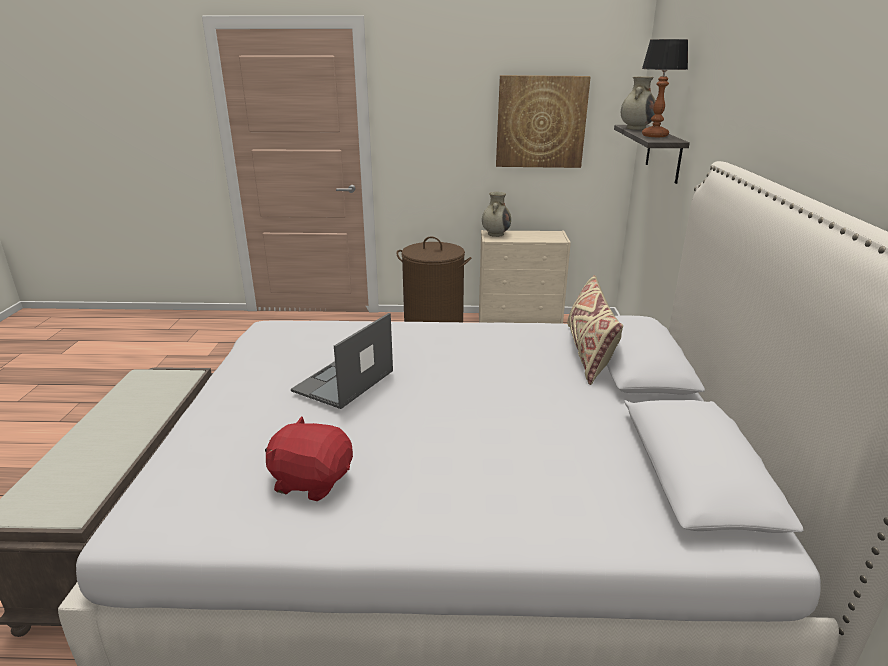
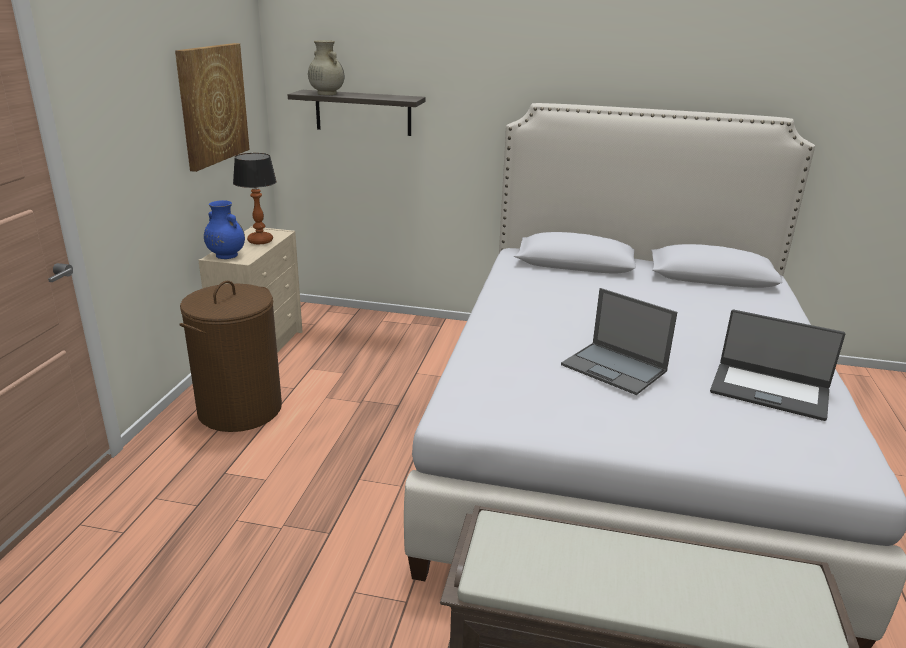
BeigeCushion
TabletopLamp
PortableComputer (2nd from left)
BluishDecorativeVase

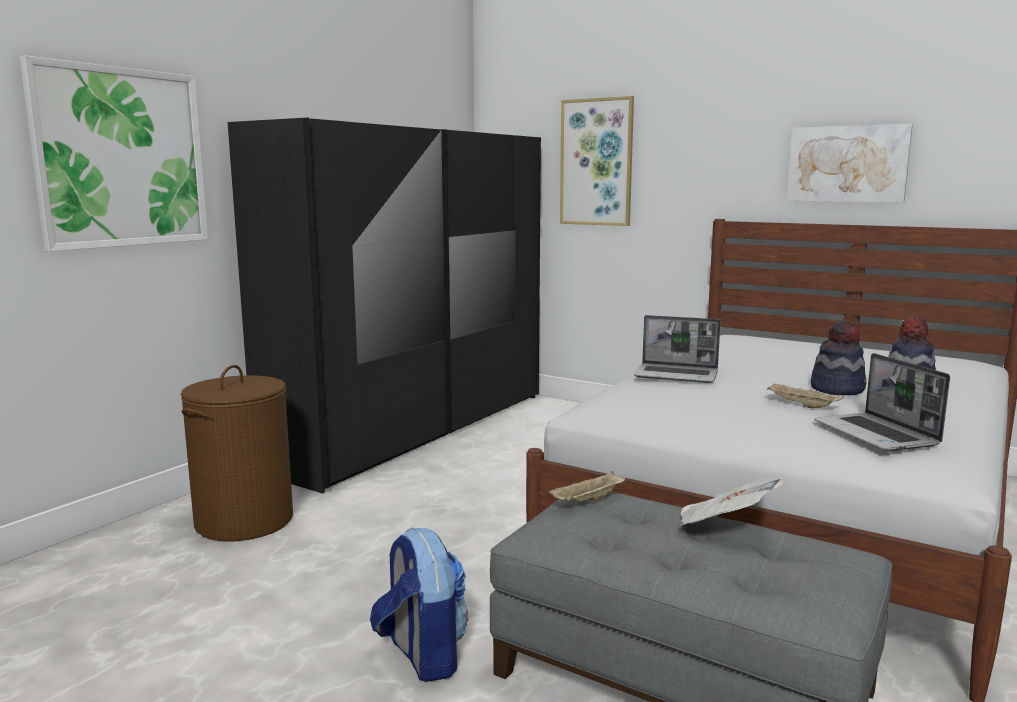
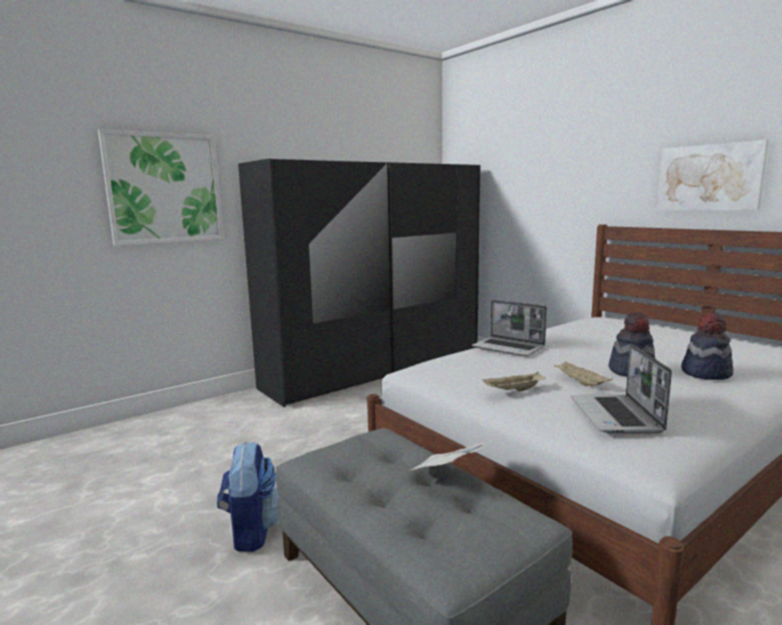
BrownColouredWashingBasket
Picture (2nd from left in the first image)
BeigeTray (1st from left)

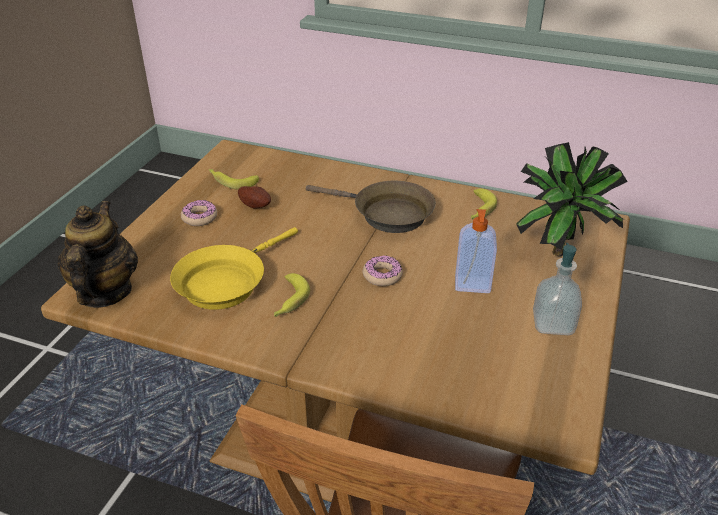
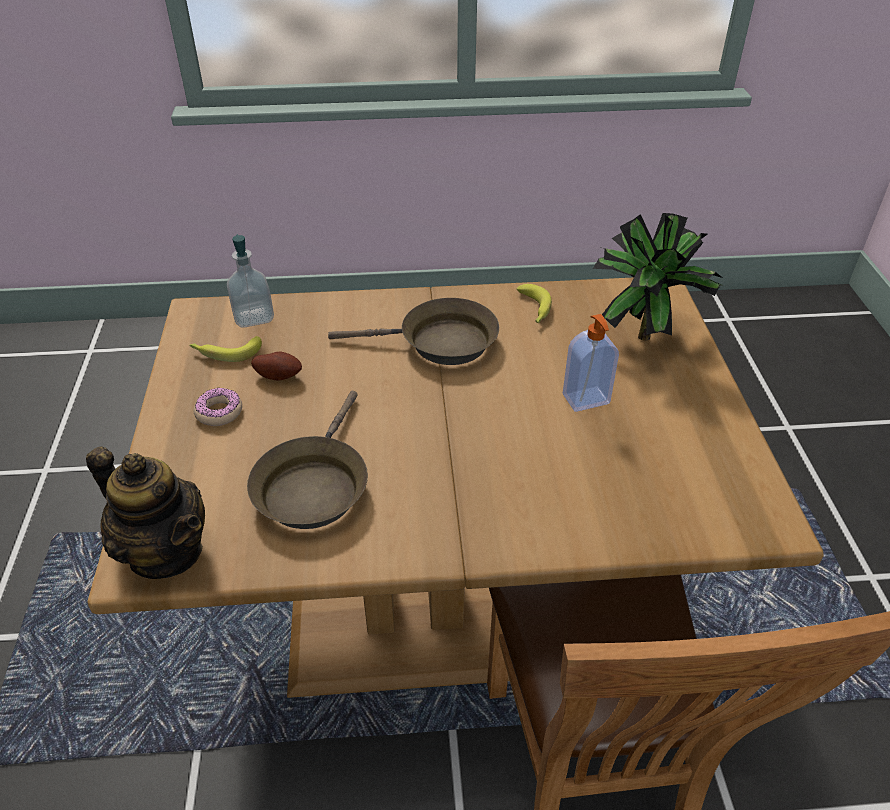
BananaFruit (2nd from left in the first image)
RingDoughnut (2nd from left in the first image)
LiquidSoapBottle (1st from left)
BrownColouredPan (1st from left)
TeaPot

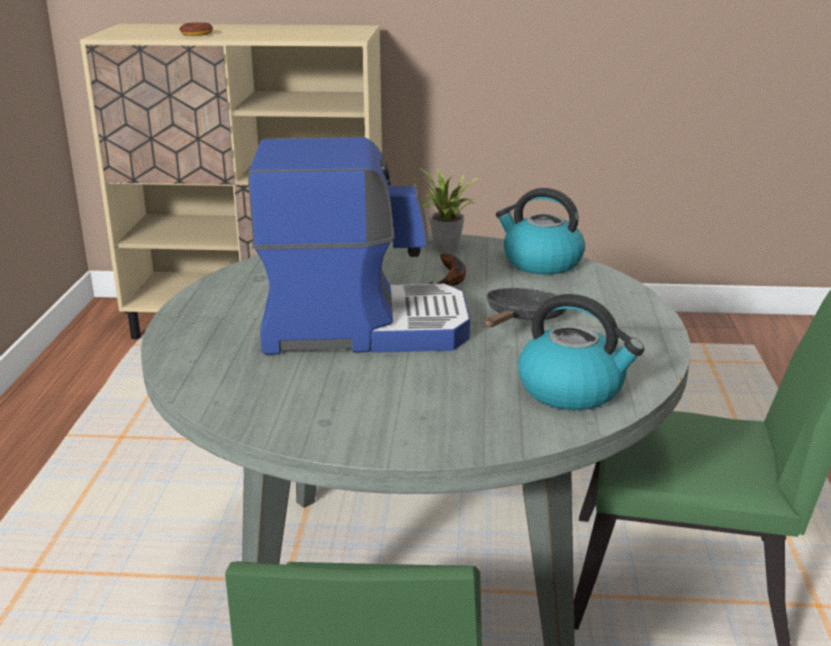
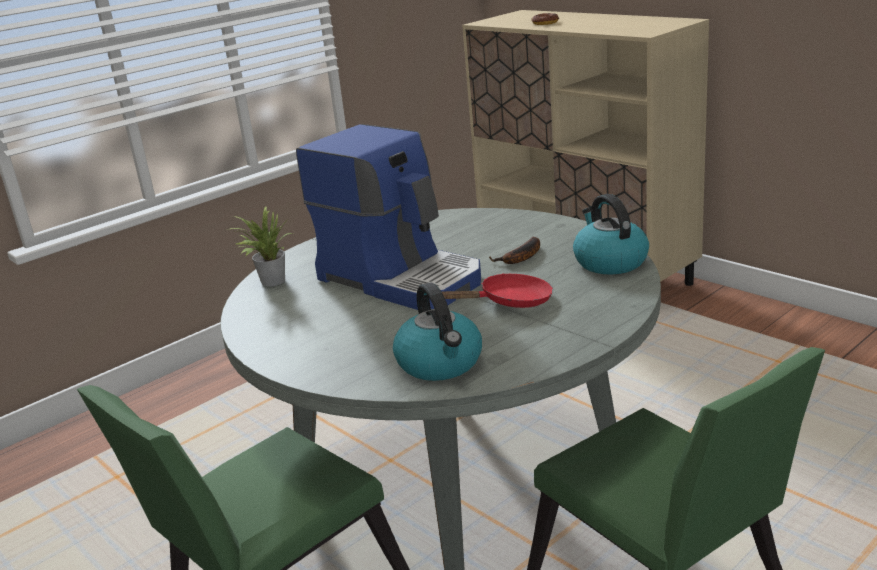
PottedPlant
RedColouredPan

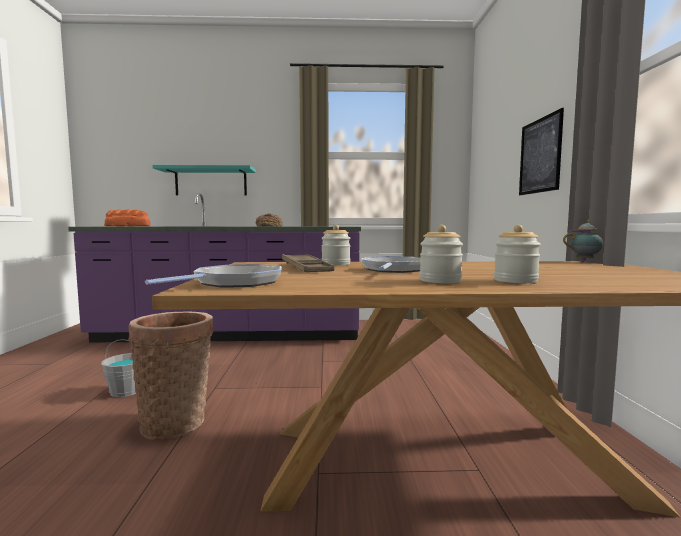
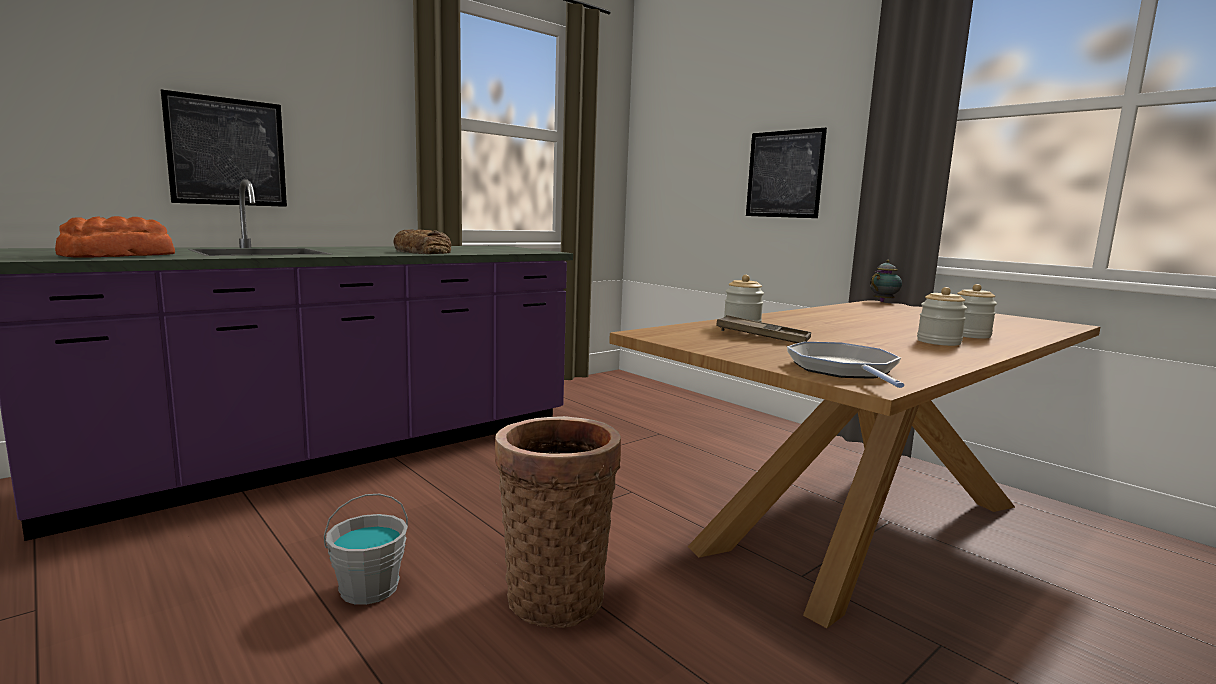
Pan (2nd from left in the first image)
Picture (1st from left)

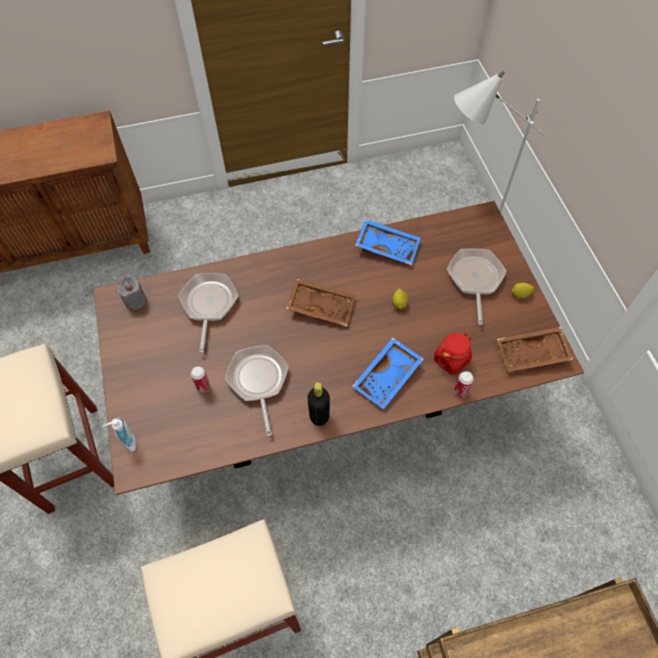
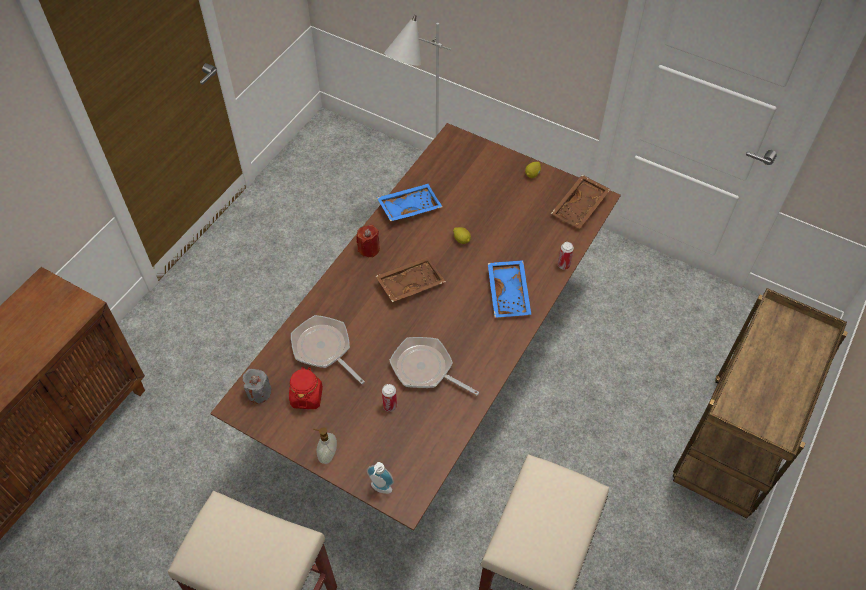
BlackBottle
Pan (3rd from left in the first image)
LiquidSoapBottle (1st from left)
RedColouredWaxCandle
RedColouredPreserveJar

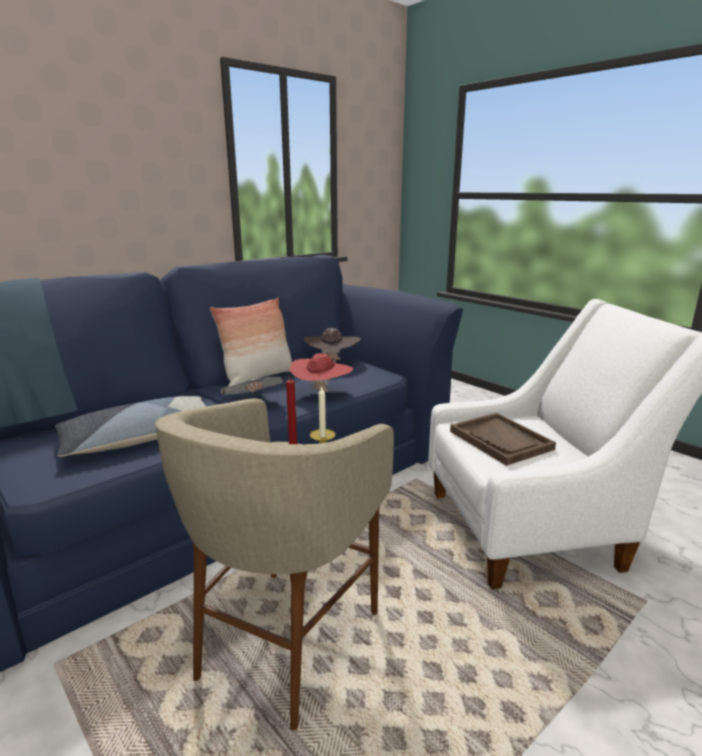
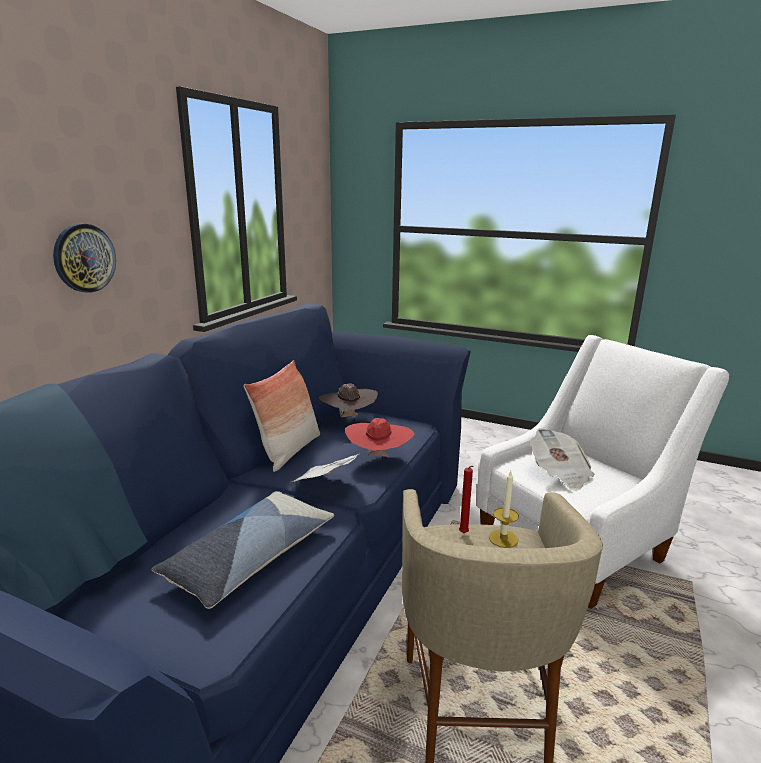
ClockOnTheWall
DailyPaper (2nd from left)

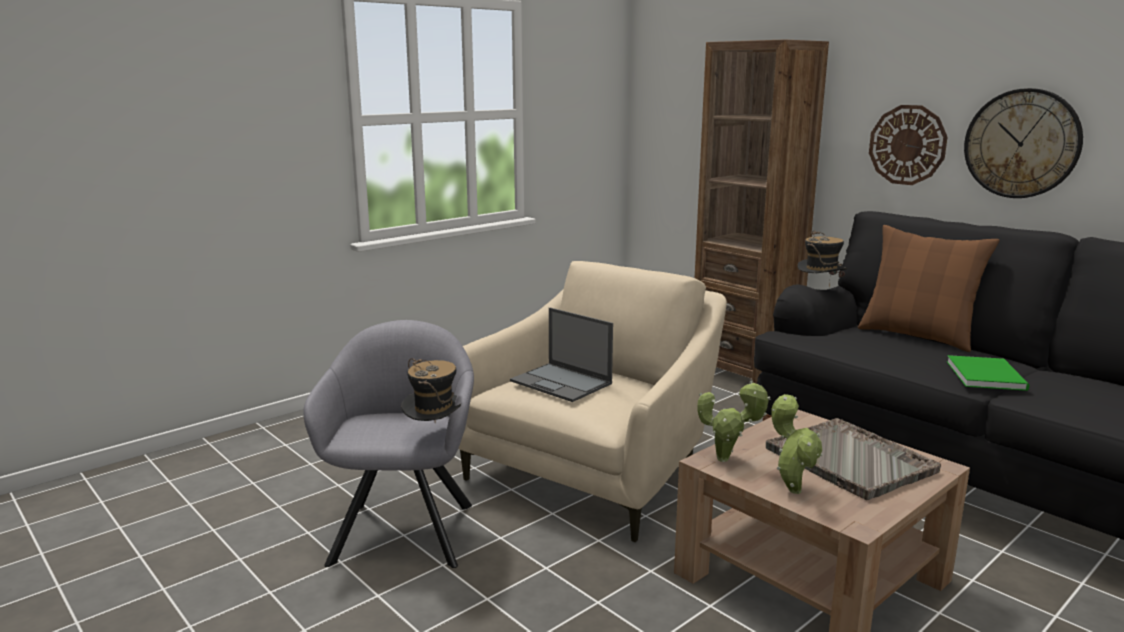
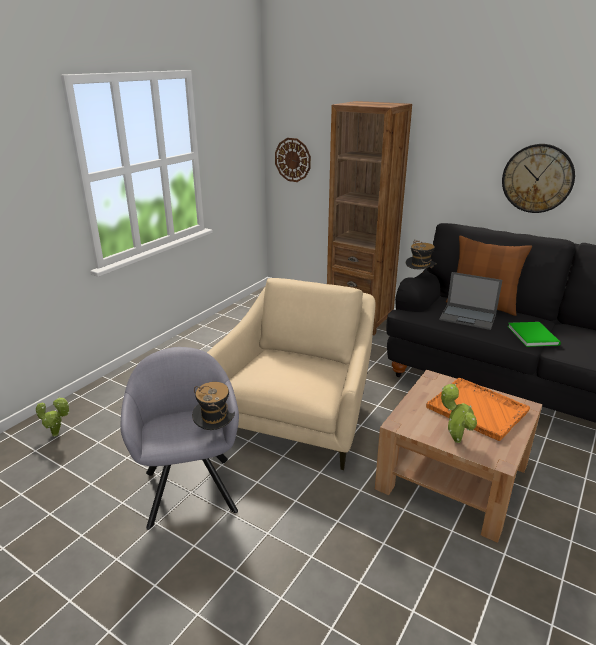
PortableComputer
PottedPlant (1st from left)
ClockOnTheWall (1st from left)
OrangeTray

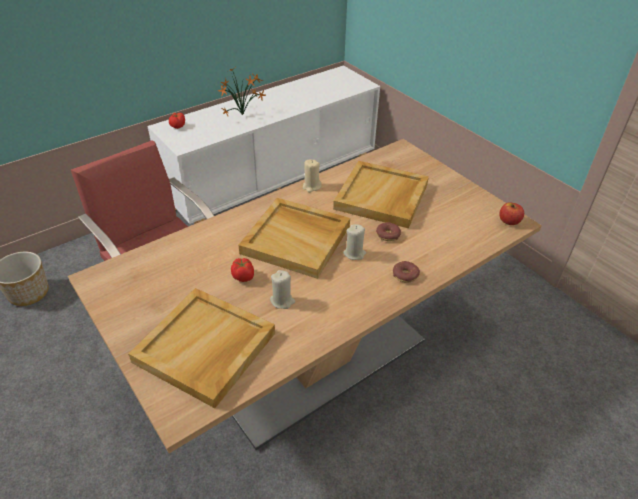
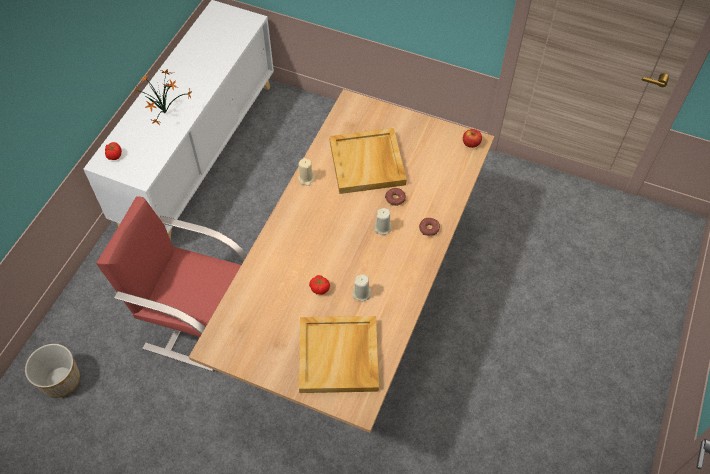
BeigeTray (2nd from left in the first image)

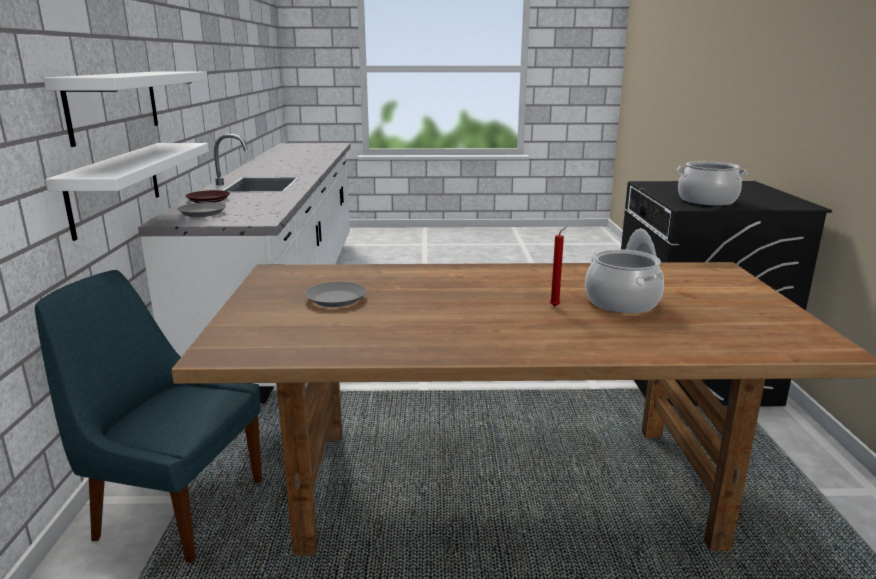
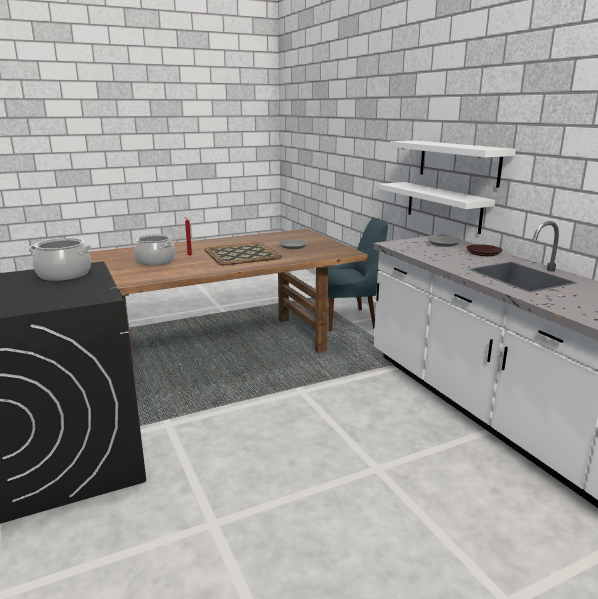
Tray

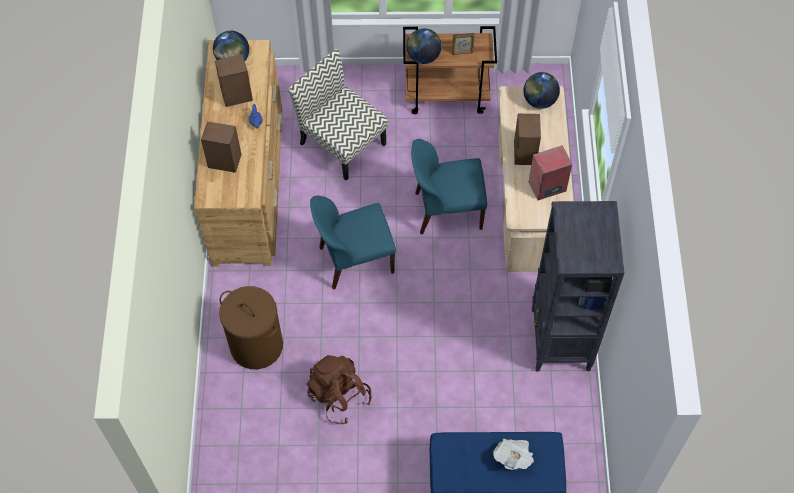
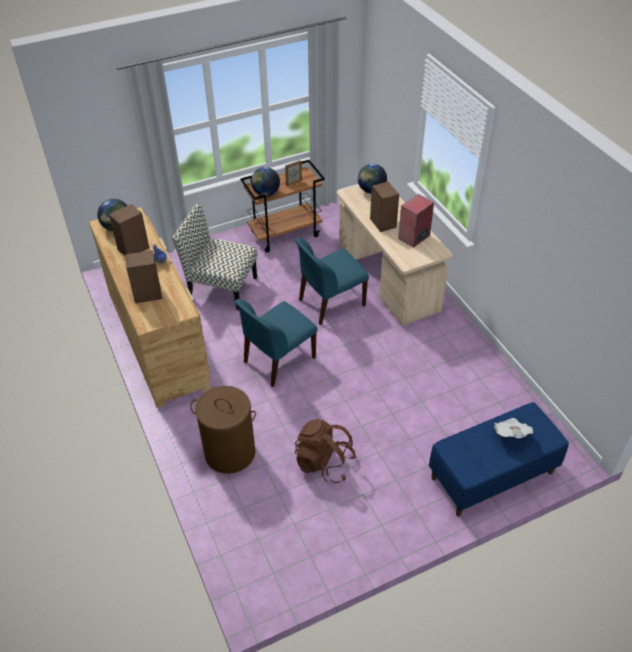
BlackBookcase

